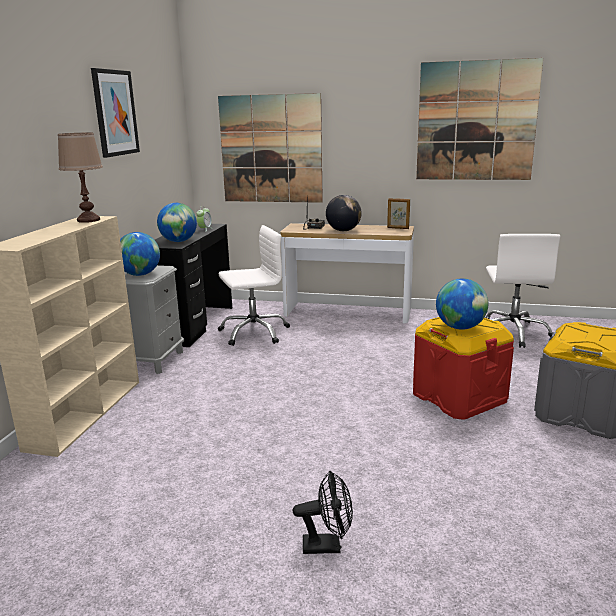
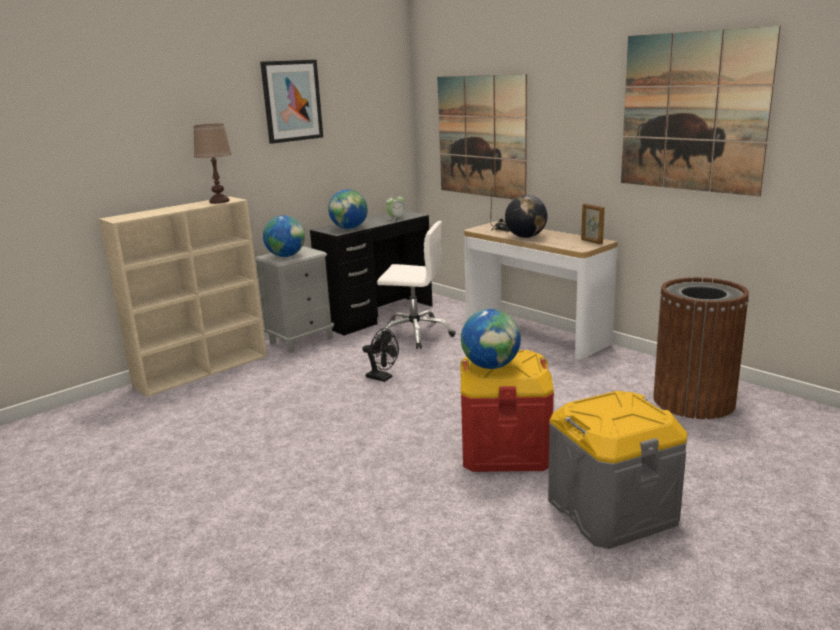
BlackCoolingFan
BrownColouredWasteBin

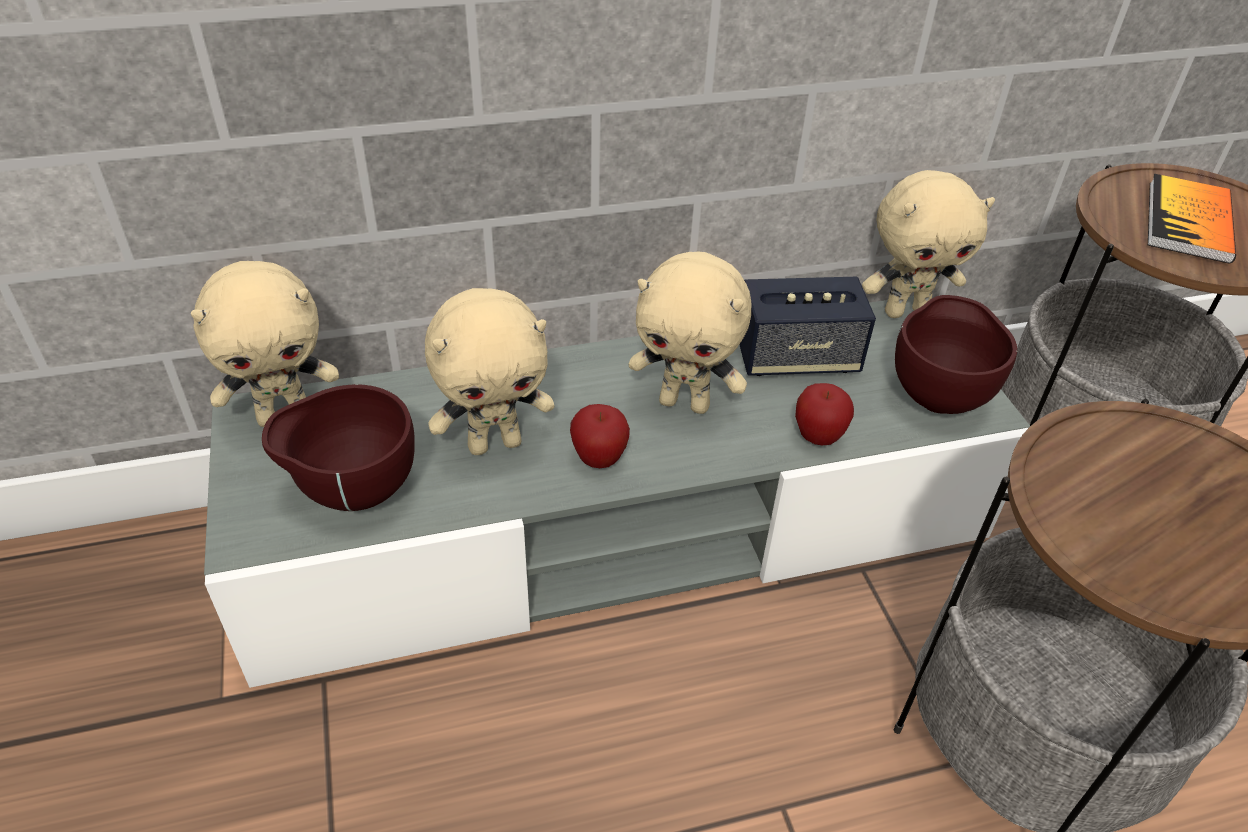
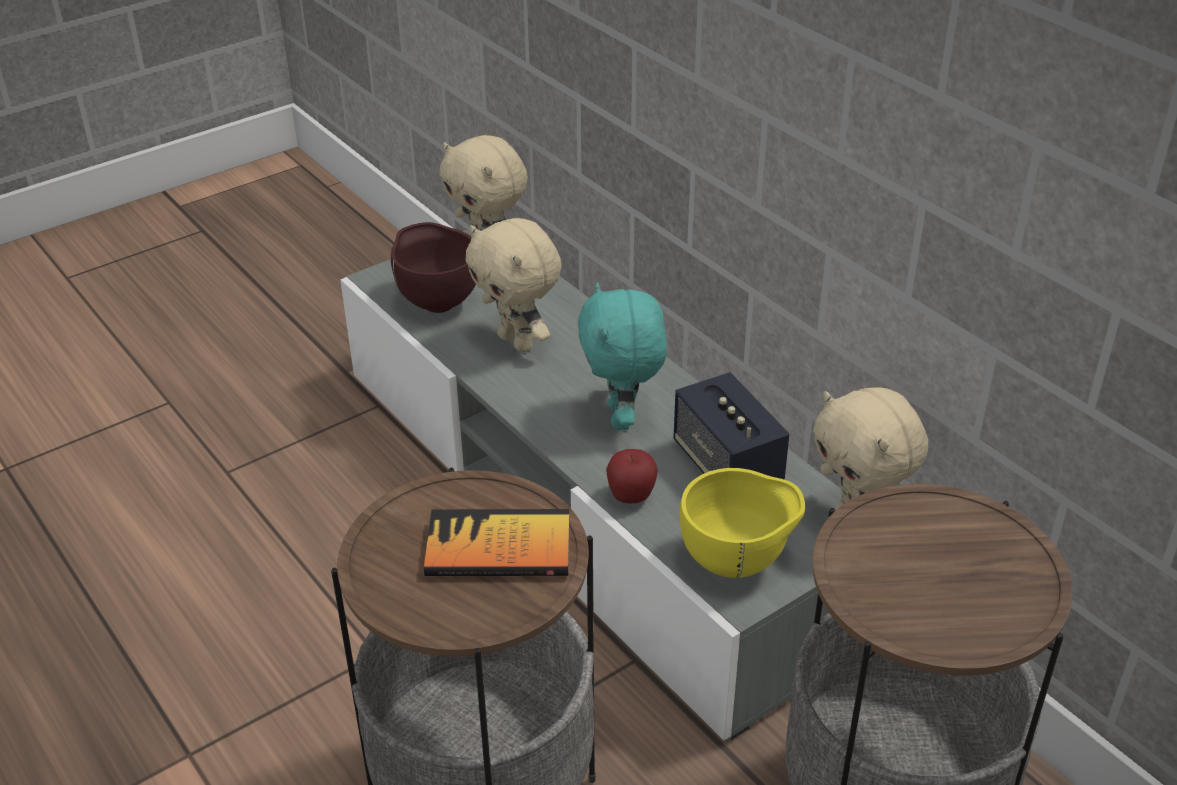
AppleFruit (1st from left in the first image)
Volume
BlueGreenPlushToy
YellowishDeepDish

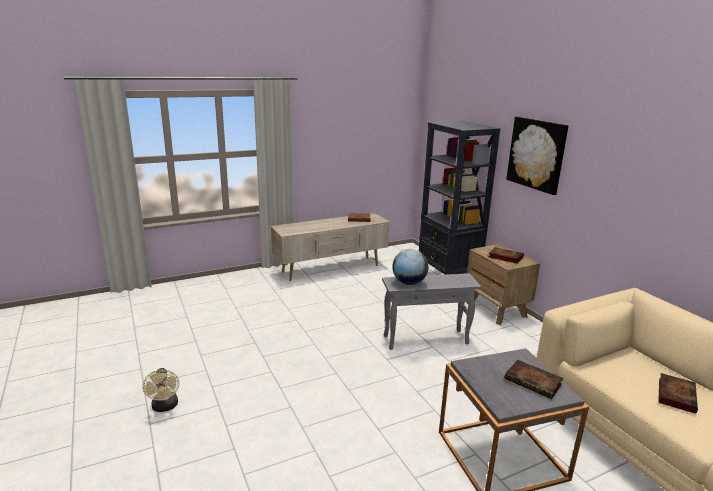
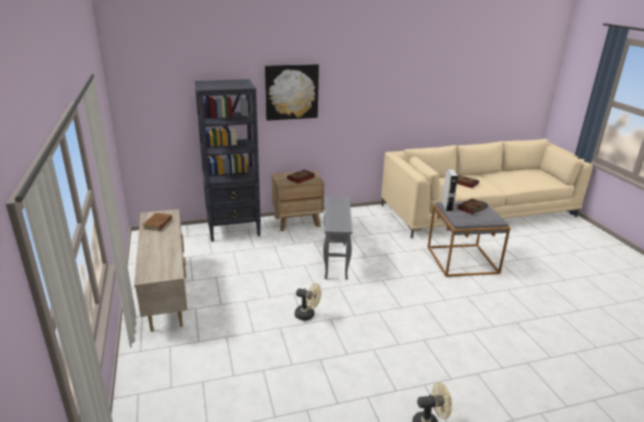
Globe
BeigeCoolingFan (1st from left)
GrayAudioSpeaker

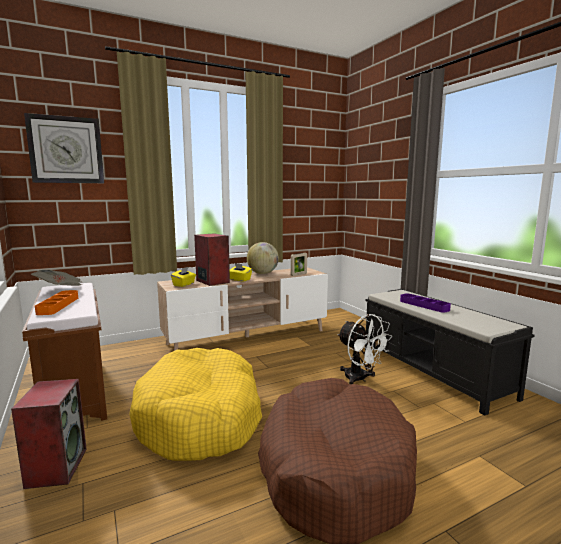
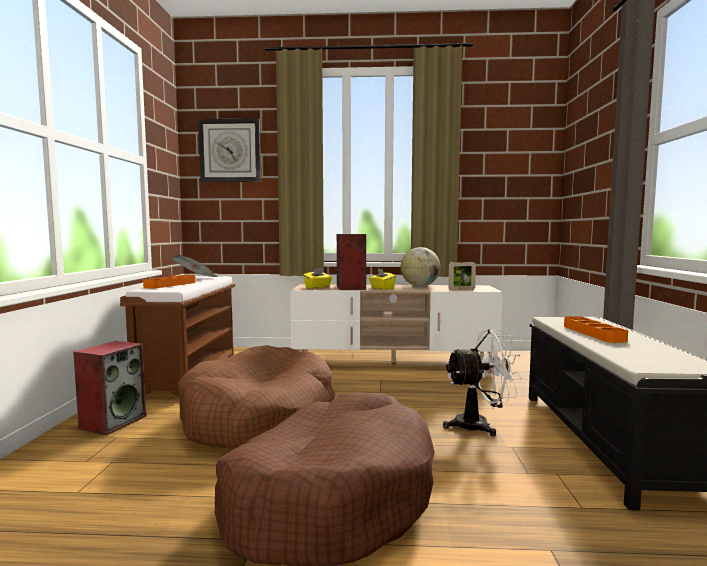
BrownColouredDogCushion (1st from left)
OrangeTray (2nd from left)
WhiteColouredCoolingFan

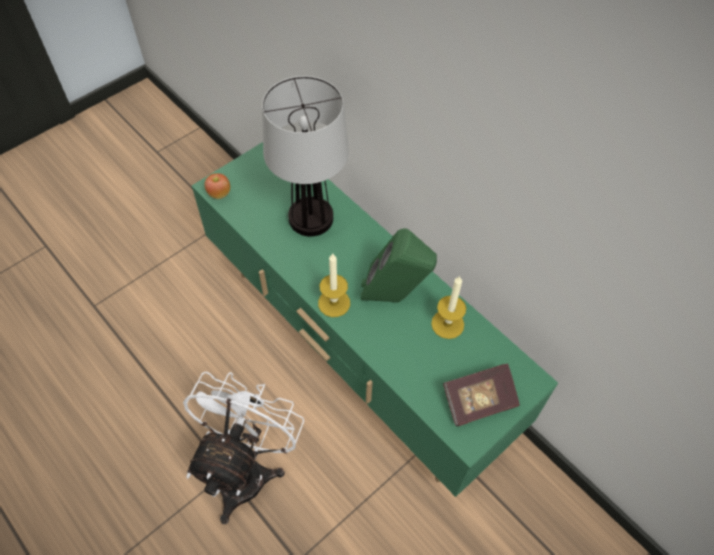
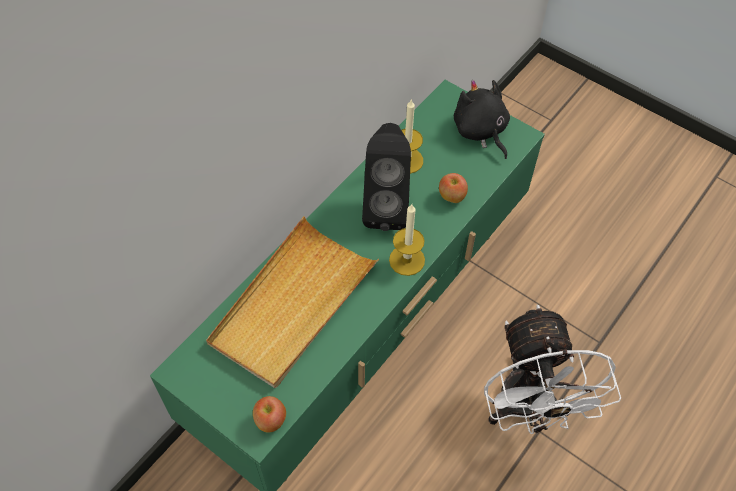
AppleFruit (2nd from left)
BeigeTray
BlackPlushToy
BlackAudioSpeaker
WhiteColouredCoolingFan

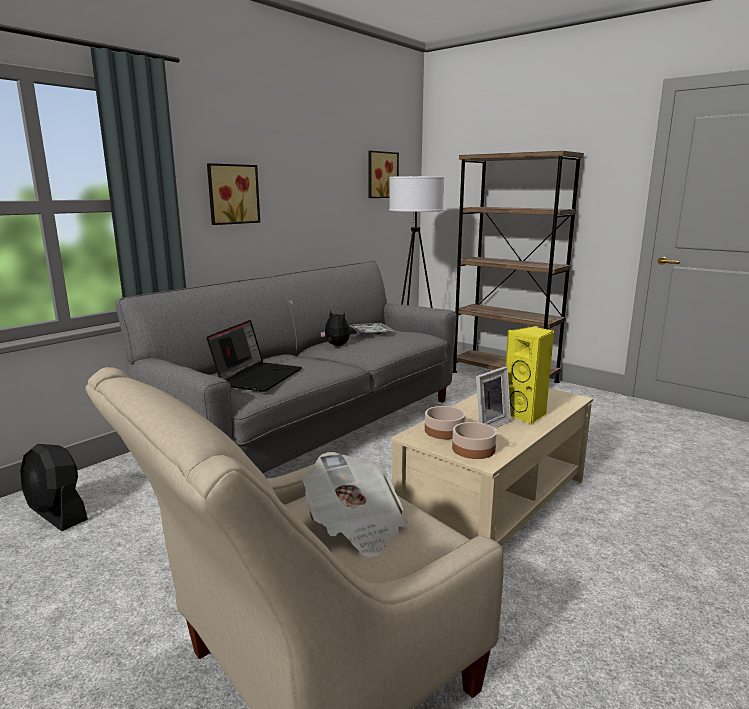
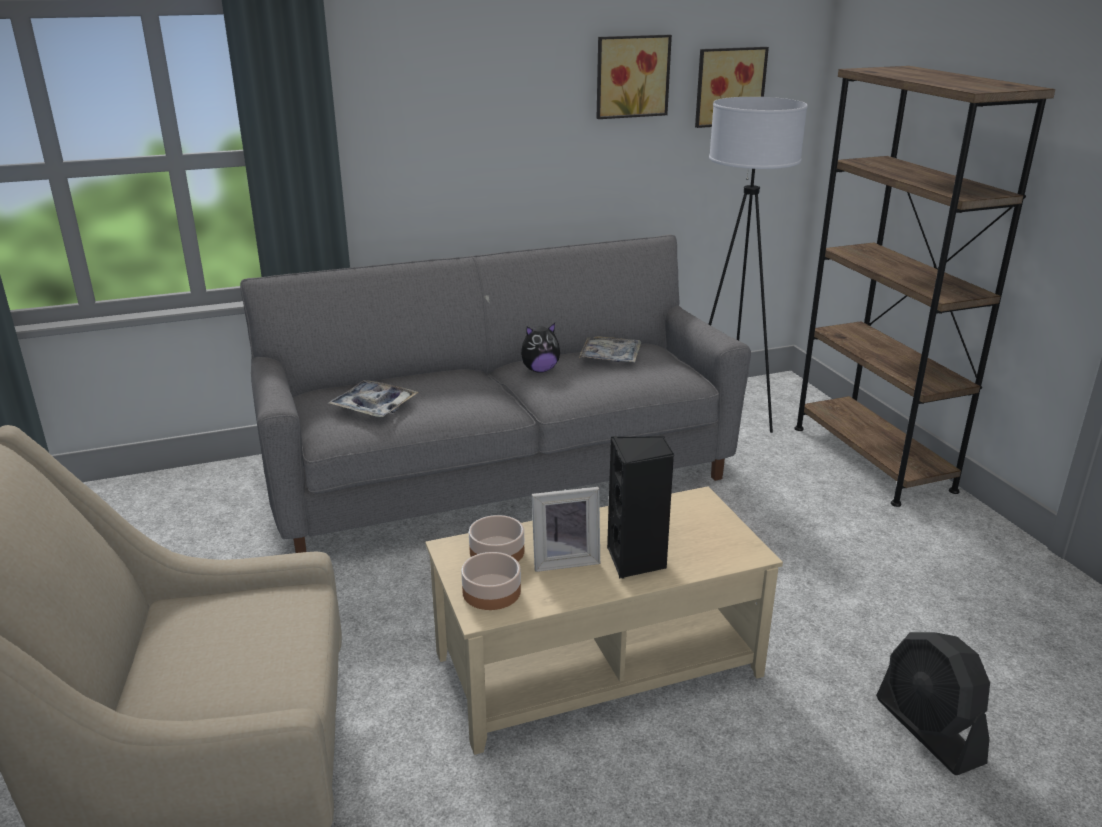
DailyPaper
BlackCoolingFan
Picture (1st from left)
Tray (1st from left)
BlackAudioSpeaker
PlushToy

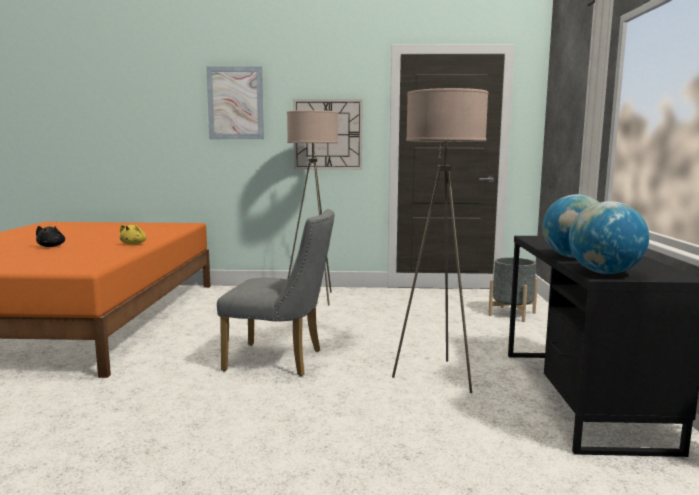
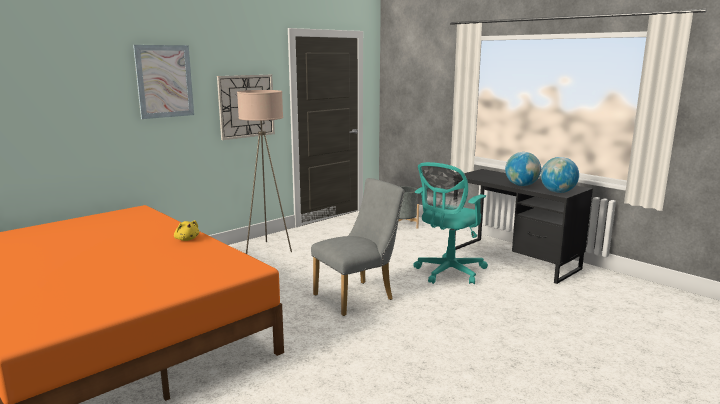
BlackPlushToy
BlueGreenOfficeChair

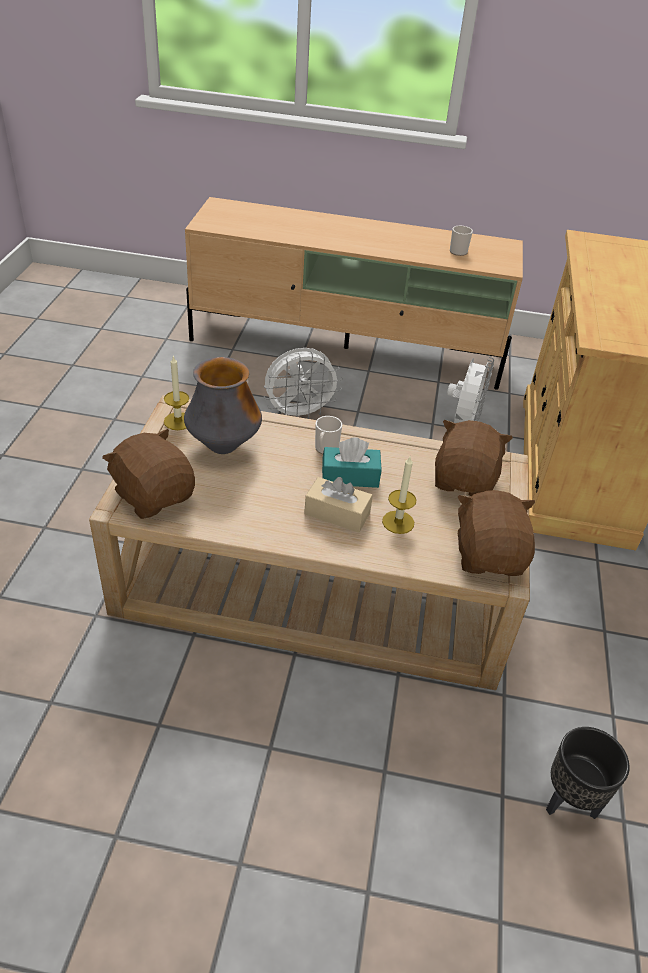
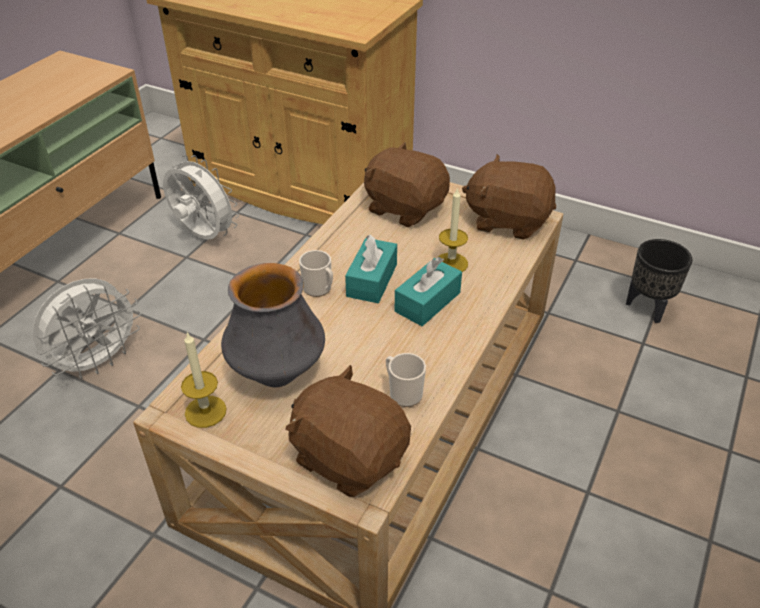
Mug (2nd from left)
BlueGreenTissueHolder (2nd from left)
BrownColouredPlushToy (1st from left)
WhiteColouredCoolingFan (1st from left)

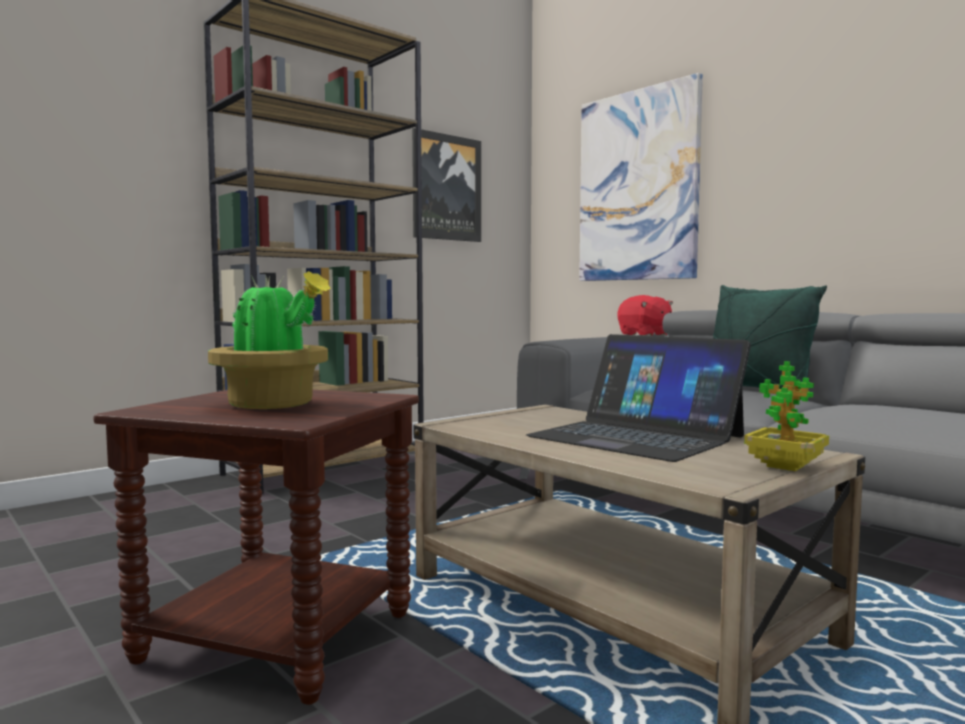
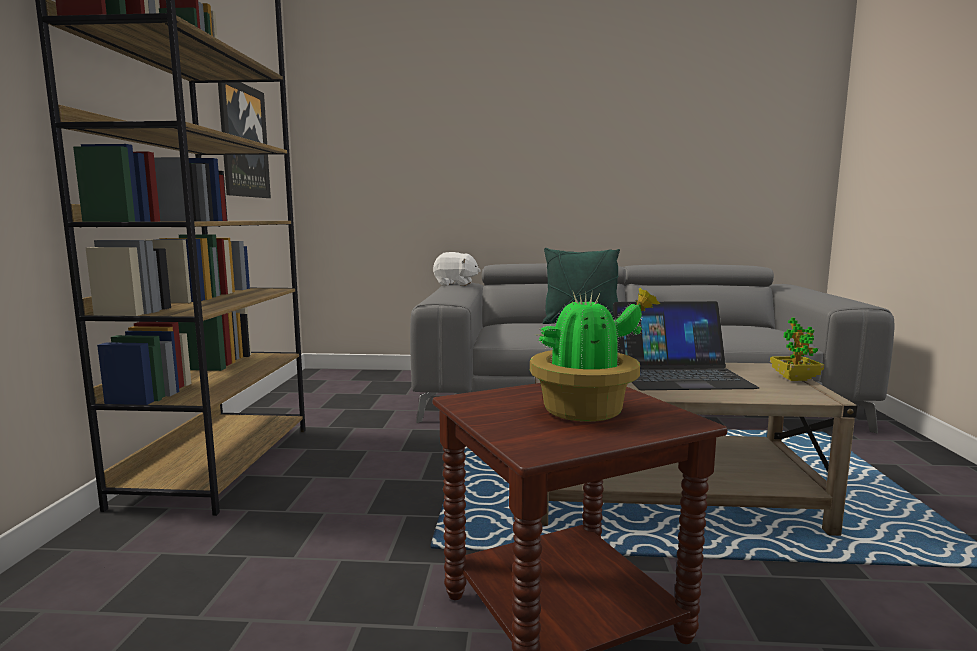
Picture (2nd from left in the first image)
WhiteColouredPlushToy

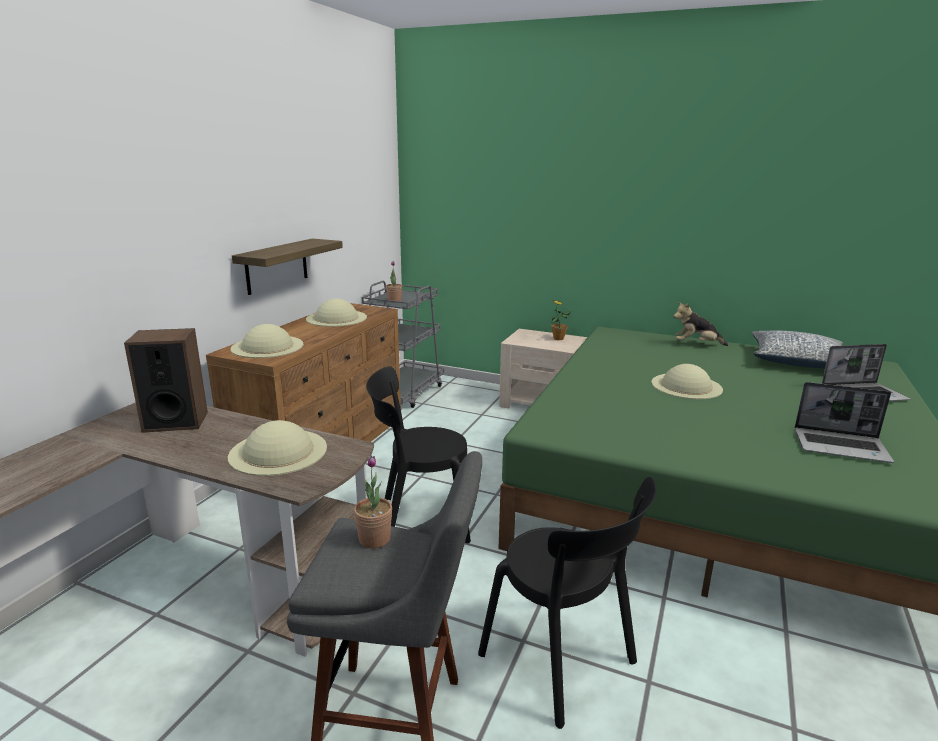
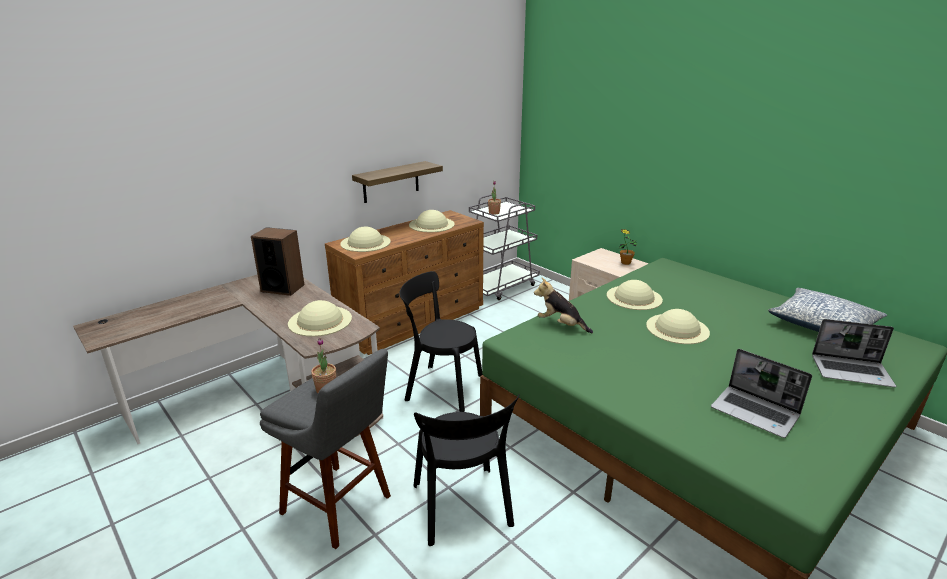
BeigeWearableHat (4th from left)
PlushToy

